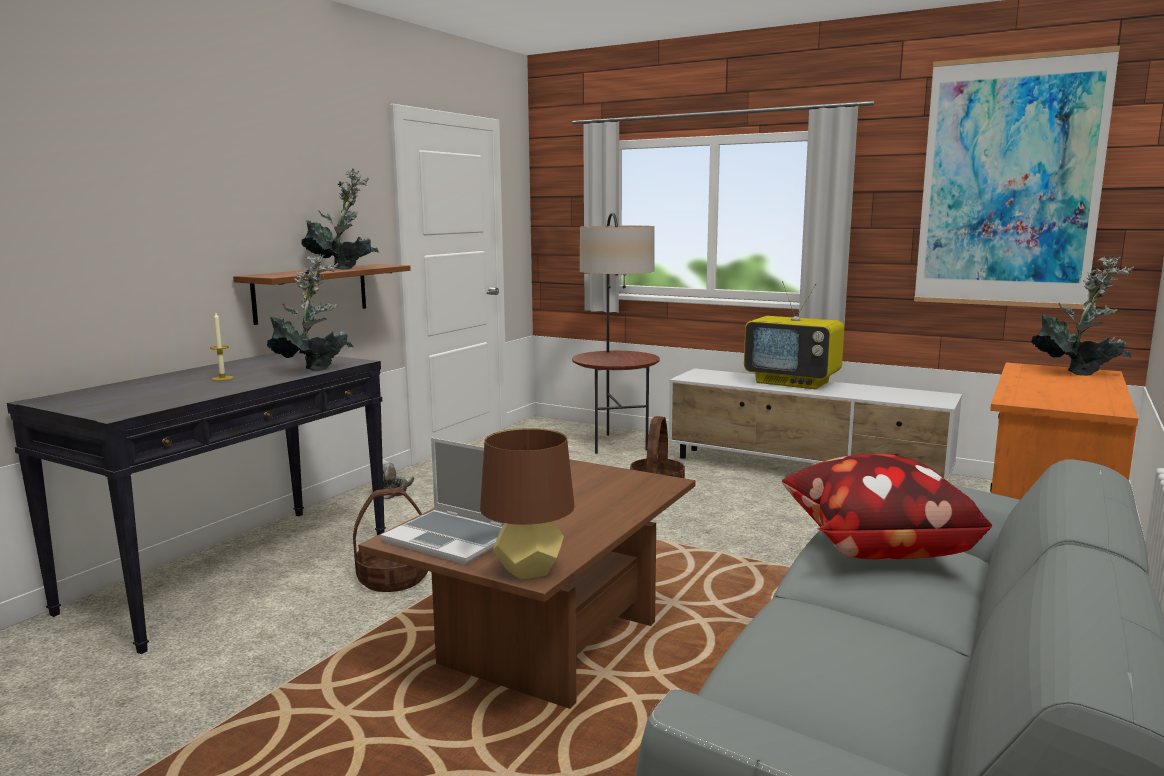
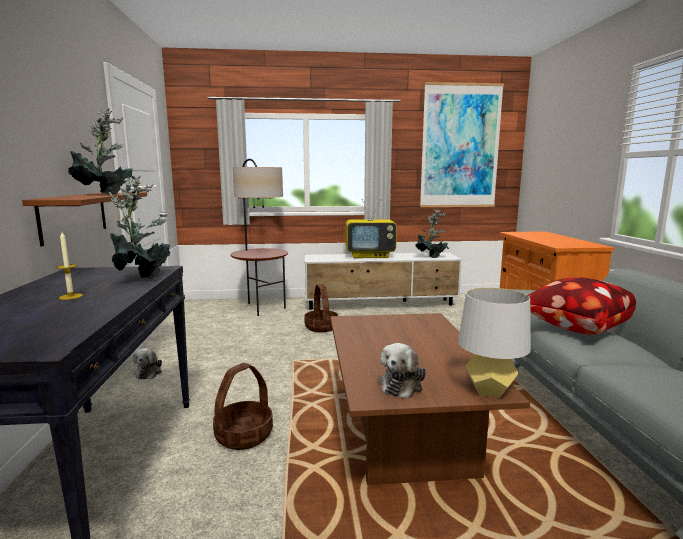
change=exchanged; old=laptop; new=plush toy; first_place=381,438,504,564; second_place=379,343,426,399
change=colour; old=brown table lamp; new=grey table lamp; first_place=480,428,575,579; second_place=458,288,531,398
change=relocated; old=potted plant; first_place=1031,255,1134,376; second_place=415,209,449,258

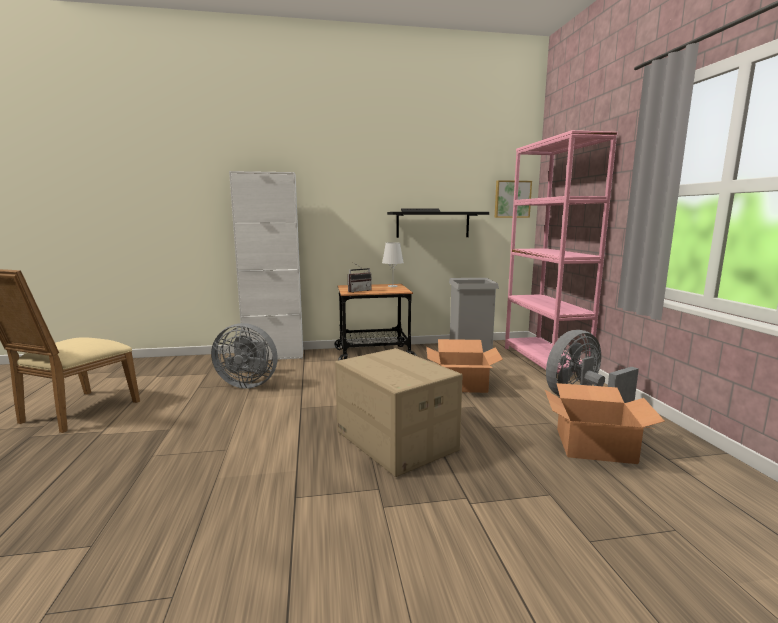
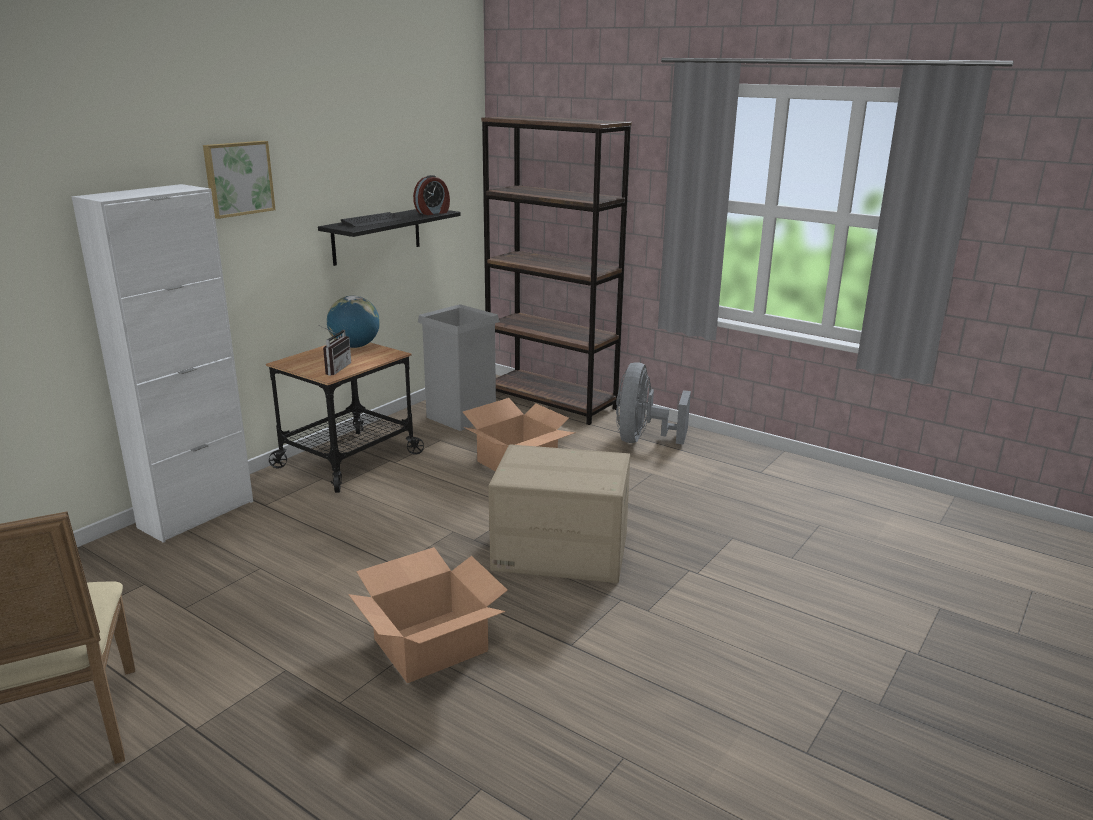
change=missing; old=grey fan; first_place=211,323,278,389
change=exchanged; old=white table lamp; new=globe; first_place=382,242,404,287; second_place=327,296,380,348
change=relocated; old=picture; first_place=495,180,532,218; second_place=203,141,276,219
change=colour; old=pink bookcase; new=brown bookcase; first_place=505,130,618,373; second_place=481,115,632,425
change=relocated; old=cardboard box; first_place=545,383,665,464; second_place=348,547,508,683
change=appeared; new=alarm clock; second_place=413,175,450,215

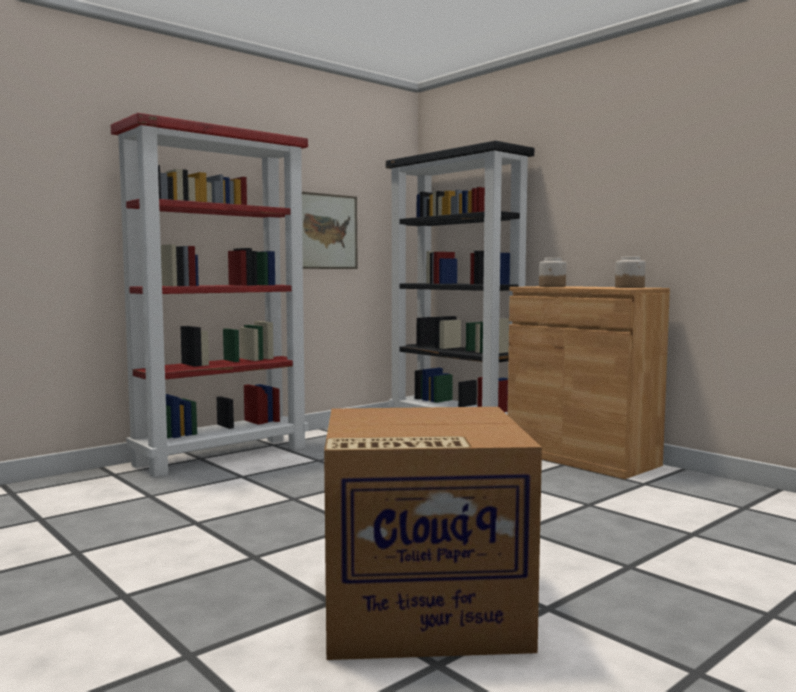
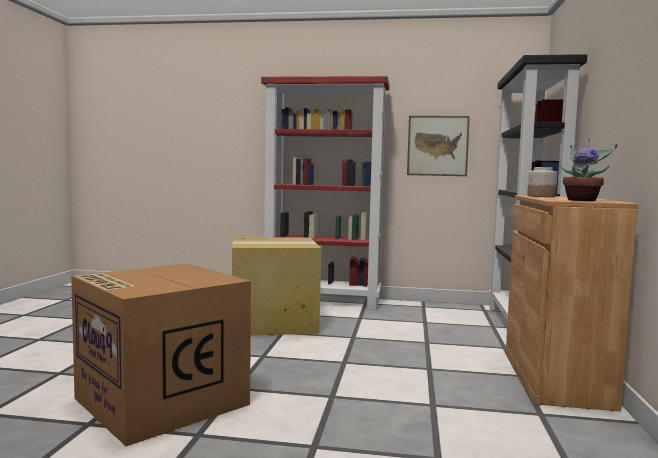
change=exchanged; old=jar; new=potted plant; first_place=615,257,645,288; second_place=560,139,617,201
change=appeared; new=cardboard box; second_place=232,237,321,335

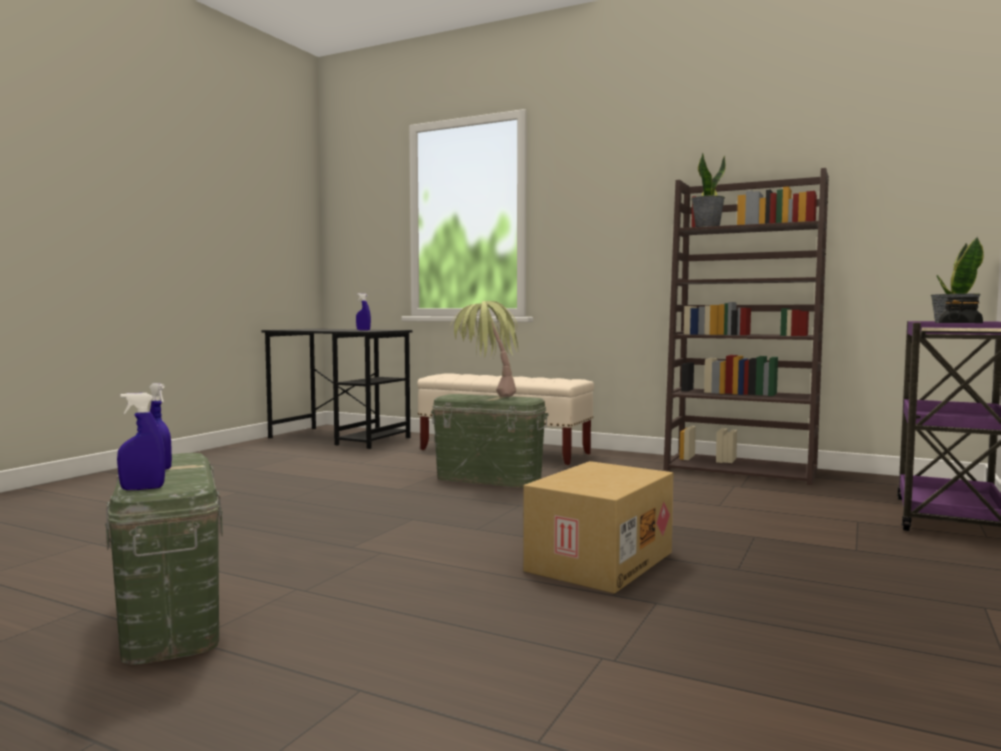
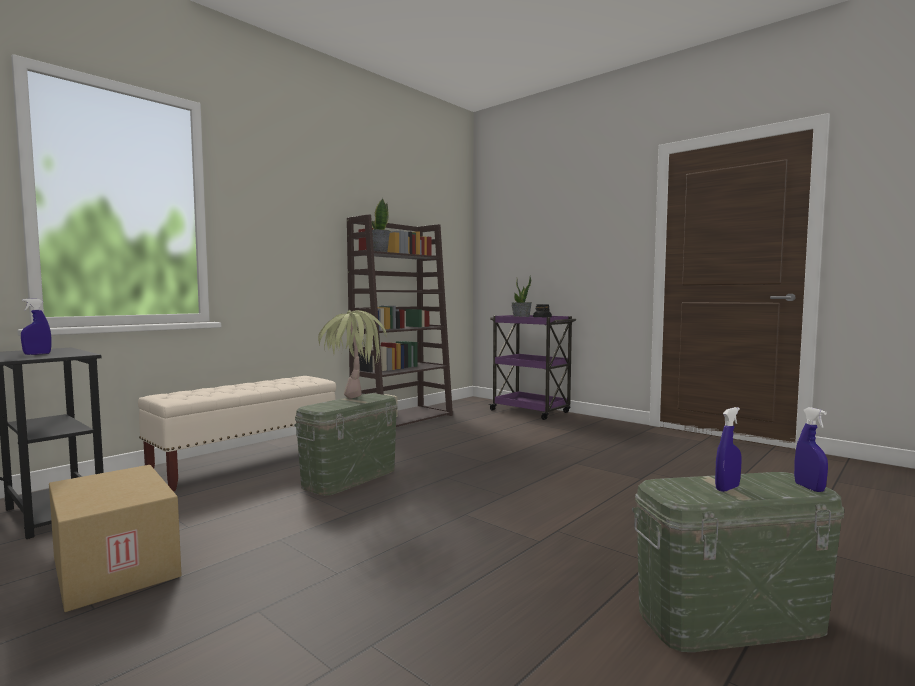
change=relocated; old=cardboard box; first_place=523,461,673,594; second_place=49,465,182,612

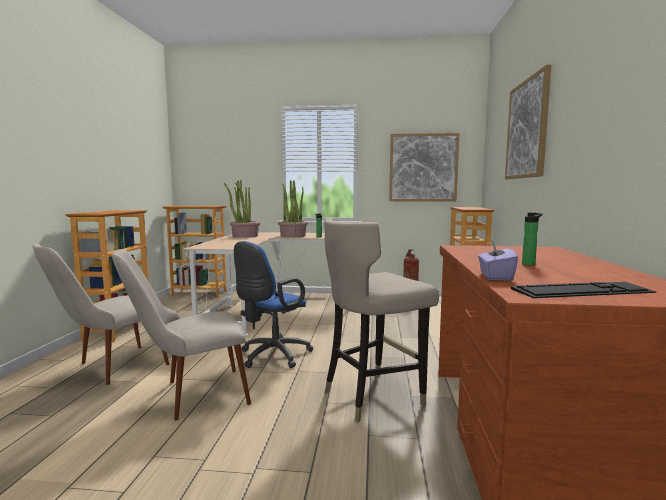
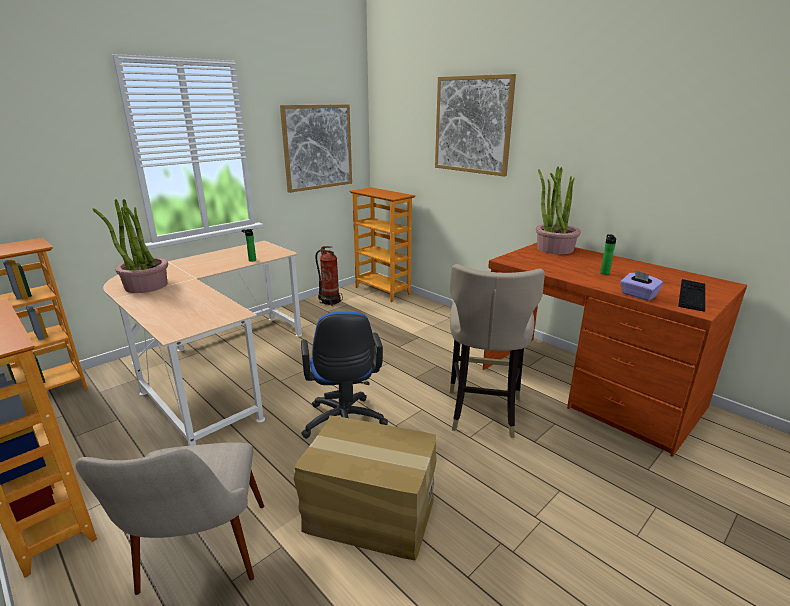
change=exchanged; old=beige chair; new=cardboard box; first_place=112,249,251,420; second_place=294,415,437,561
change=relocated; old=potted plant; first_place=278,180,308,238; second_place=536,166,581,254

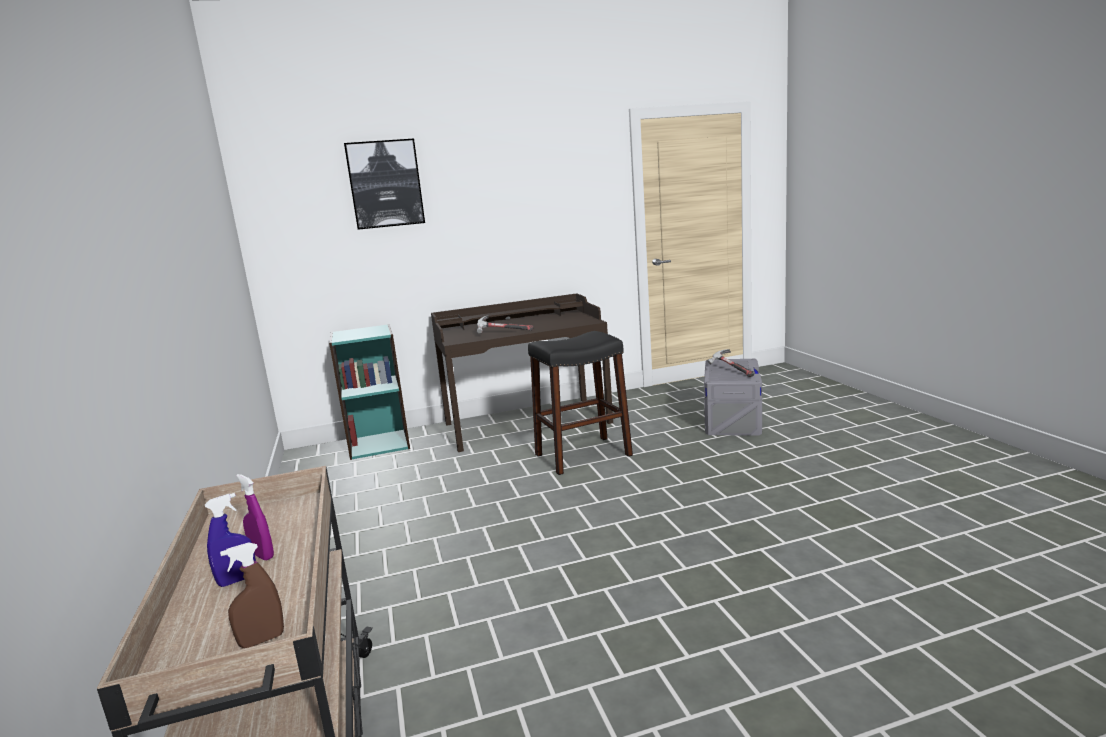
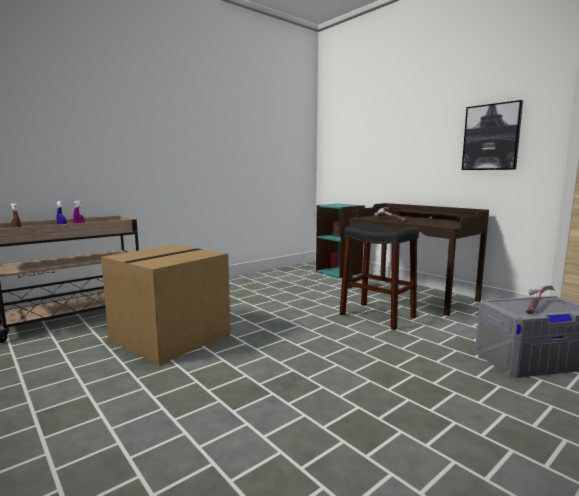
change=relocated; old=picture; first_place=344,138,425,230; second_place=462,100,523,170
change=appeared; new=cardboard box; second_place=101,245,231,365

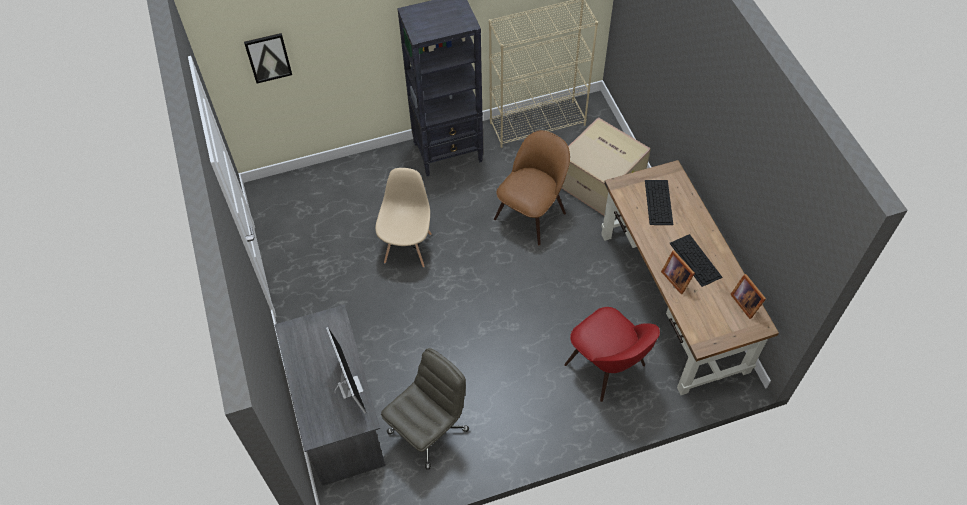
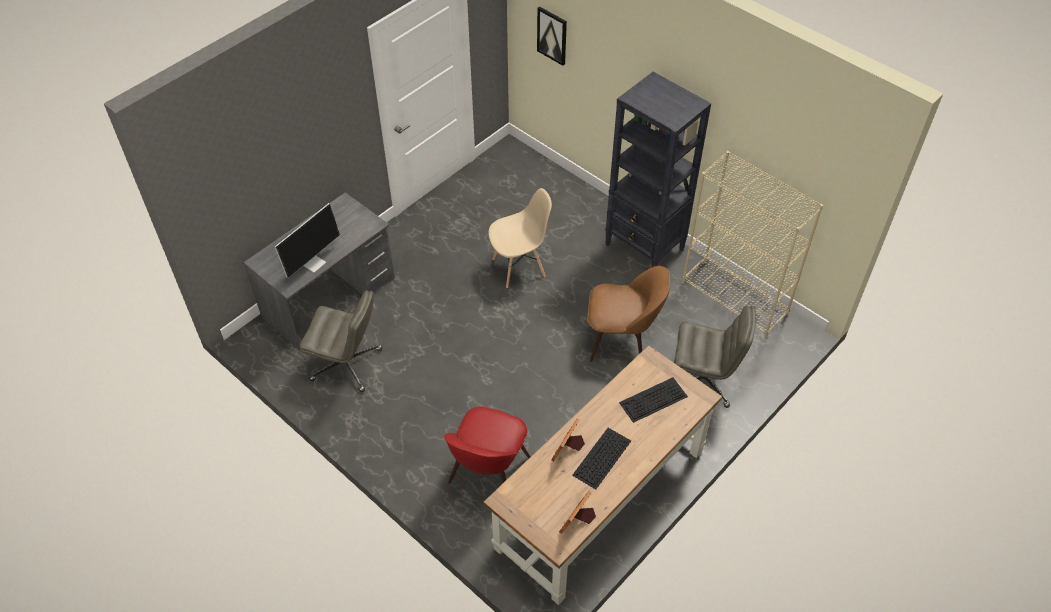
change=exchanged; old=cardboard box; new=grey office chair; first_place=562,117,651,216; second_place=674,305,756,408

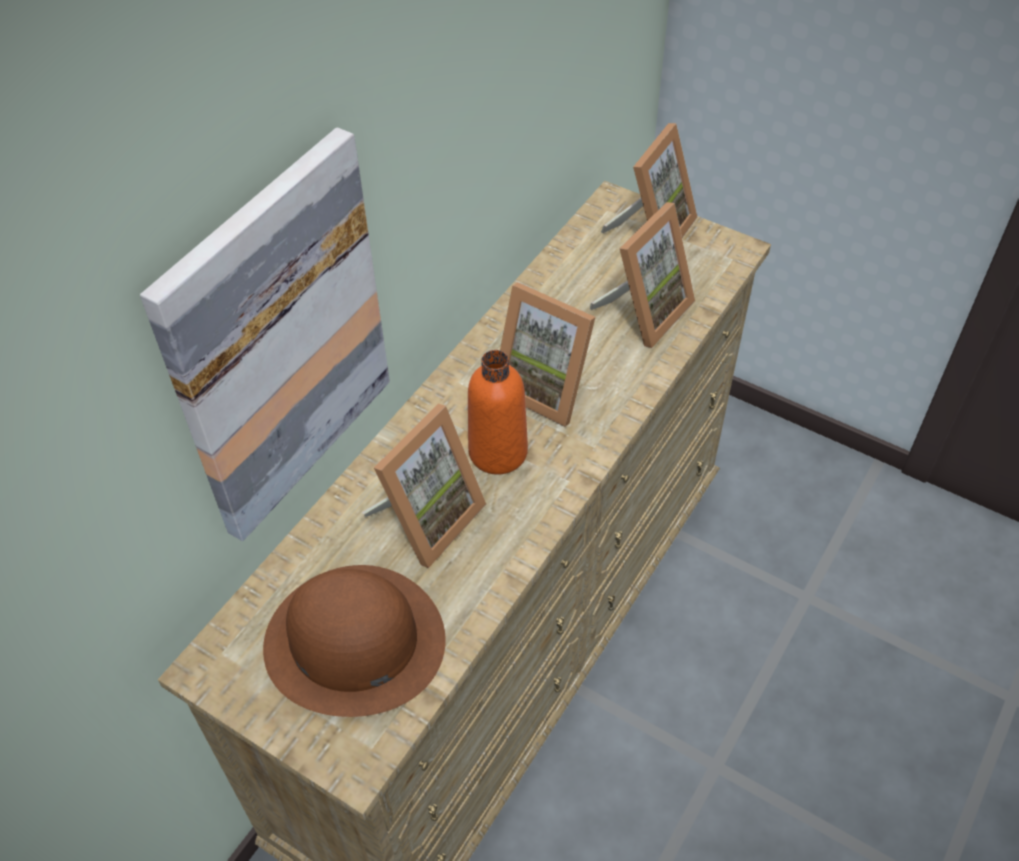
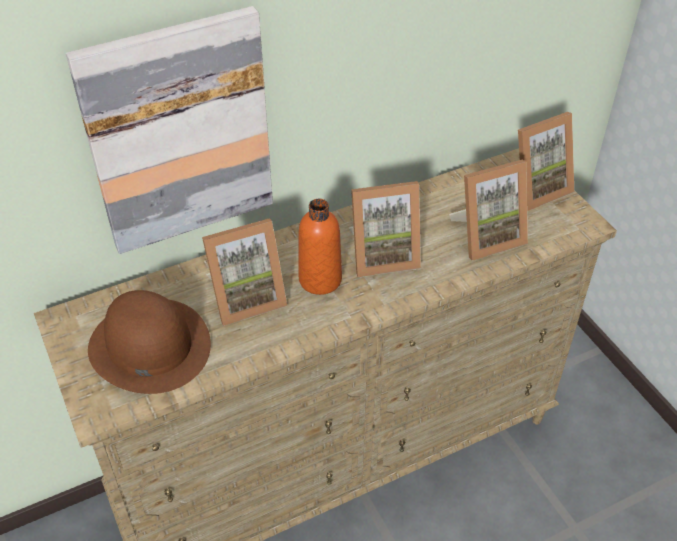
change=spun; old=picture frame; first_place=500,282,595,427; second_place=349,181,421,277; degrees=-75

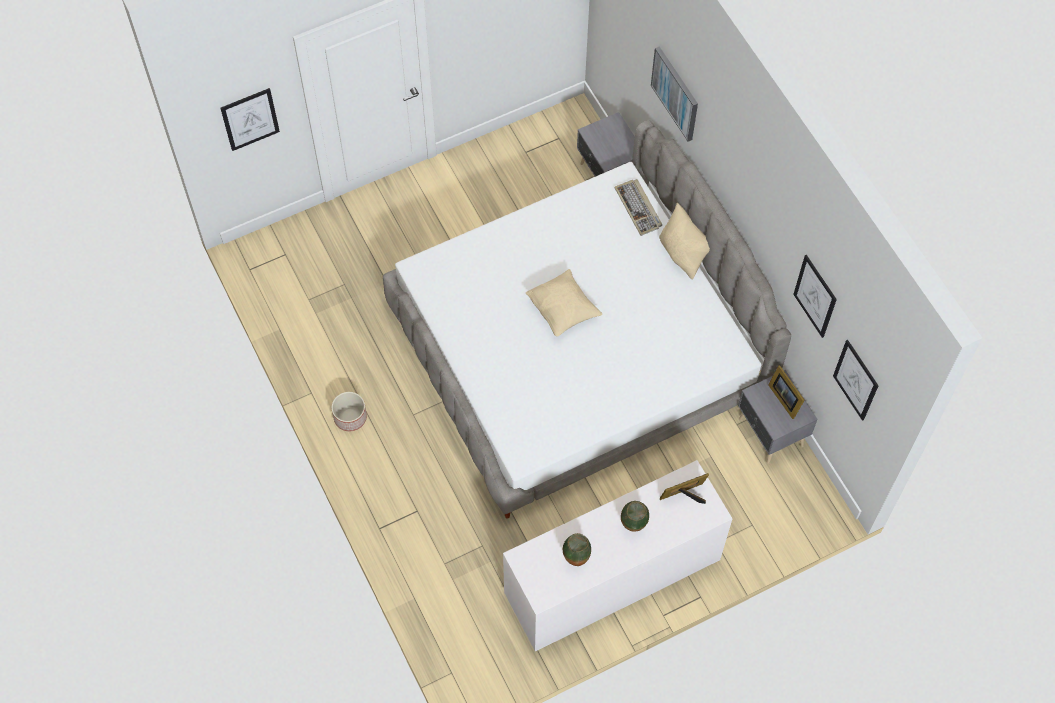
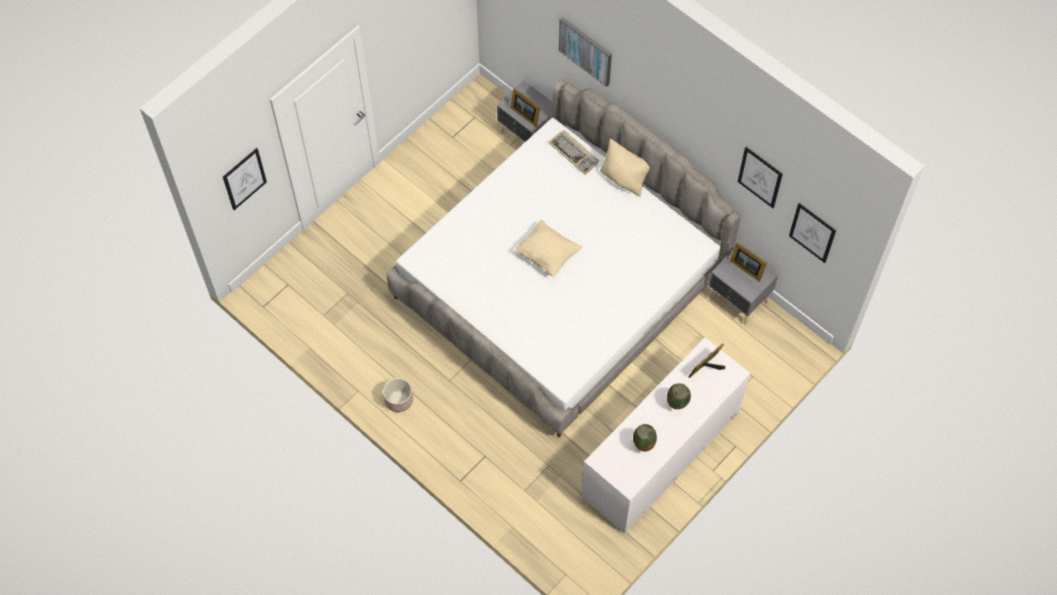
change=appeared; new=picture frame; second_place=510,88,541,127

